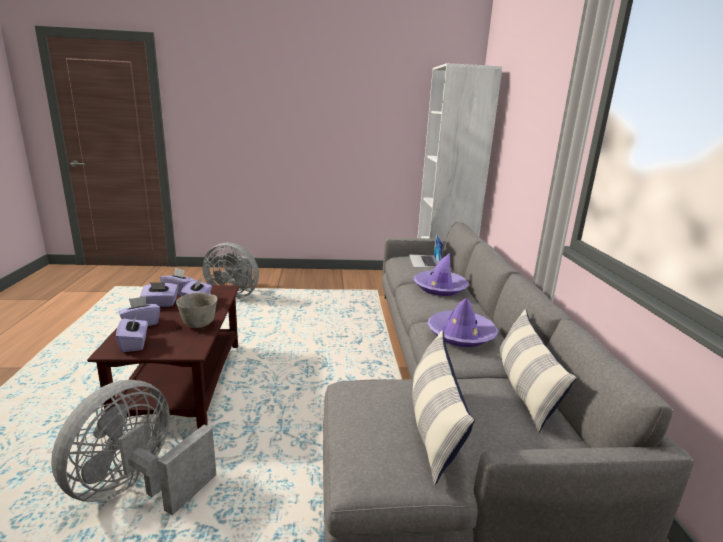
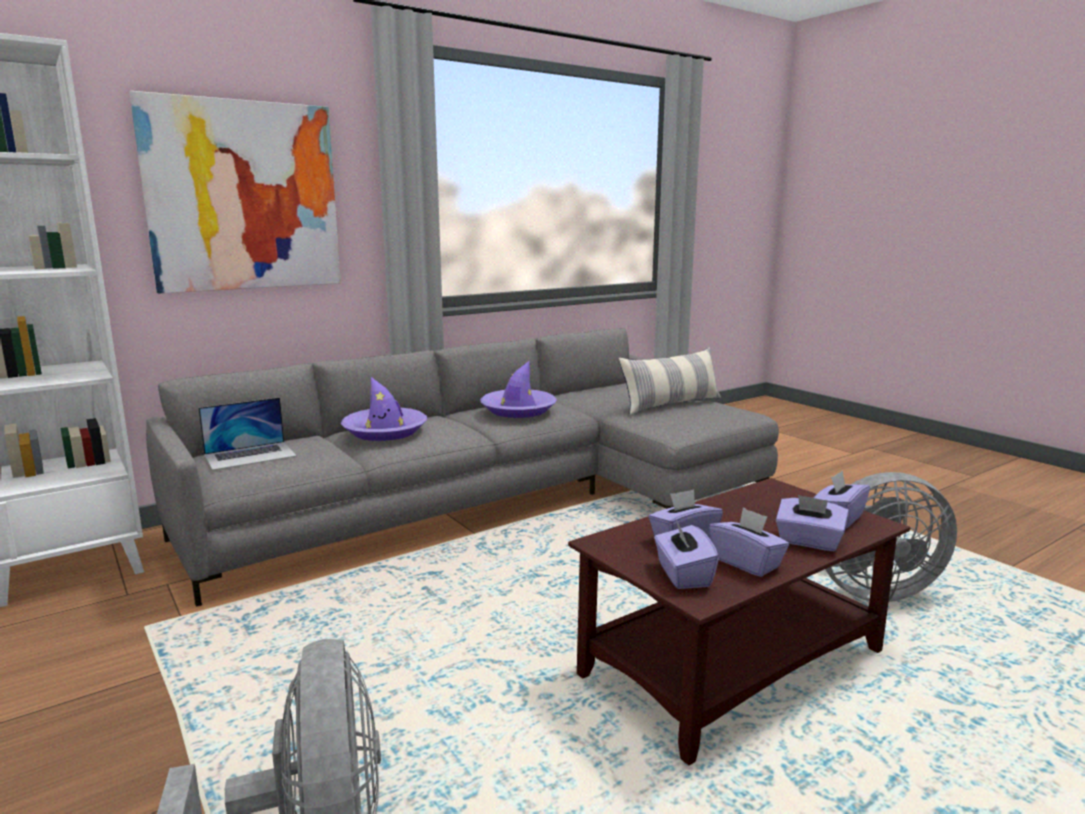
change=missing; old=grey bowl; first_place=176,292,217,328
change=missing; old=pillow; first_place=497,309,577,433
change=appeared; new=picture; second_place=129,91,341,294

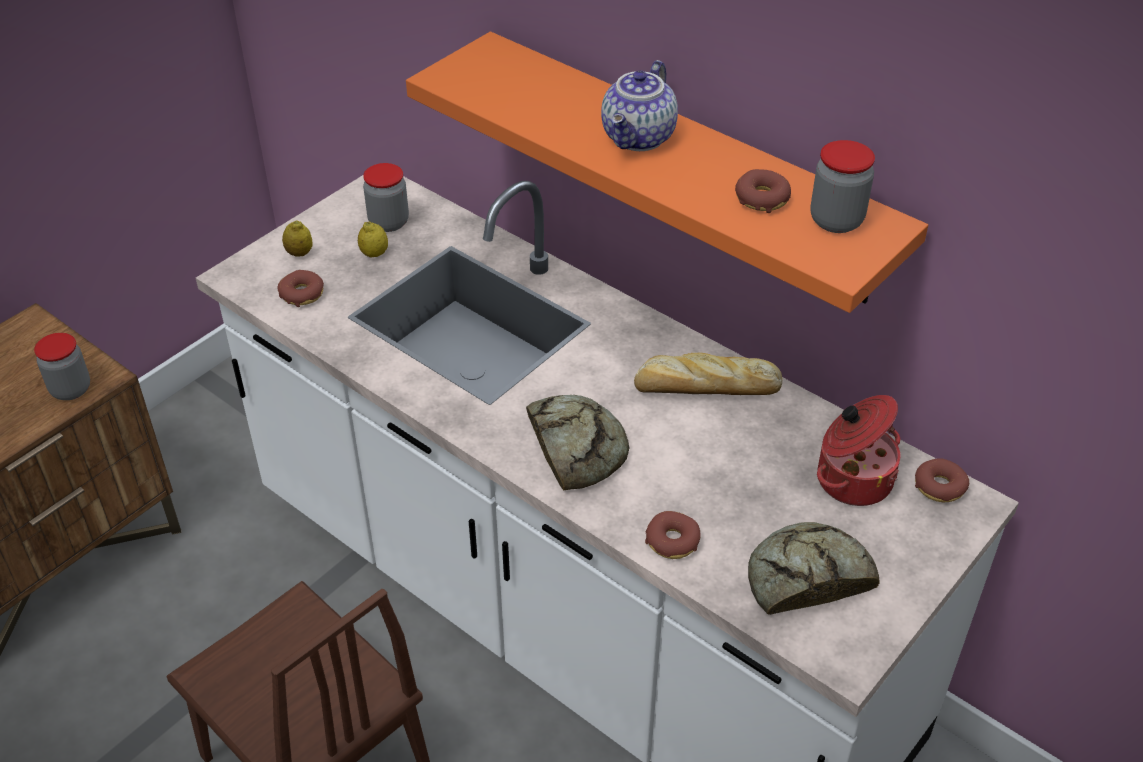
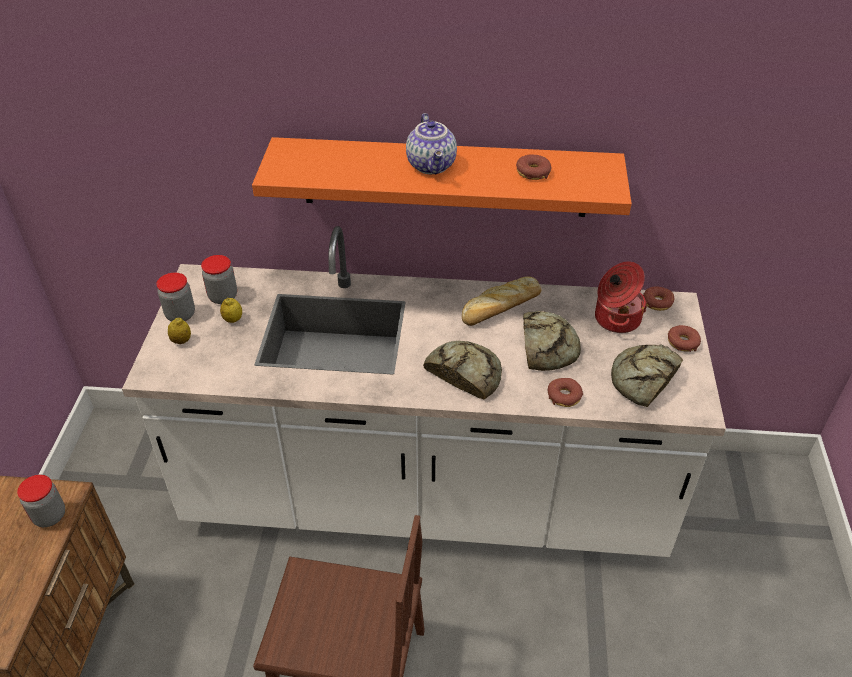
change=relocated; old=donut; first_place=278,270,324,307; second_place=668,325,701,352
change=relocated; old=jar; first_place=810,140,875,233; second_place=157,273,195,321
change=appeared; new=bread; second_place=523,311,581,371

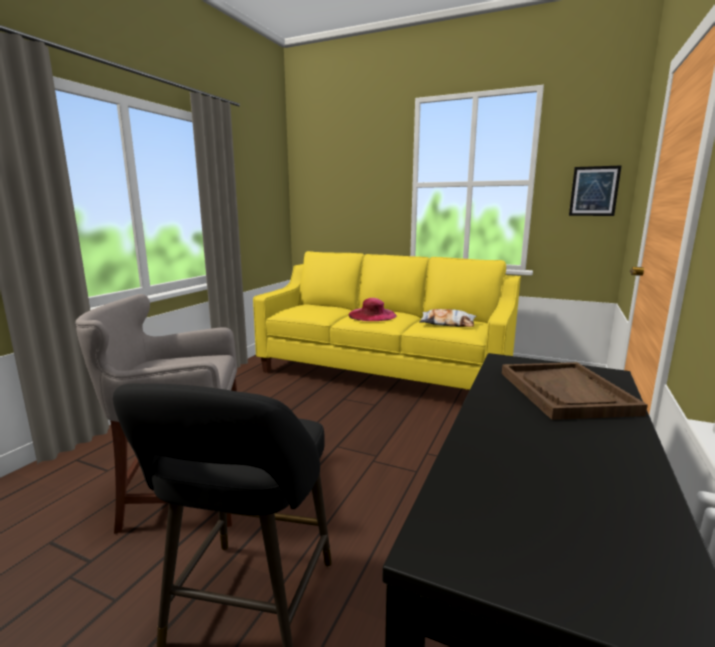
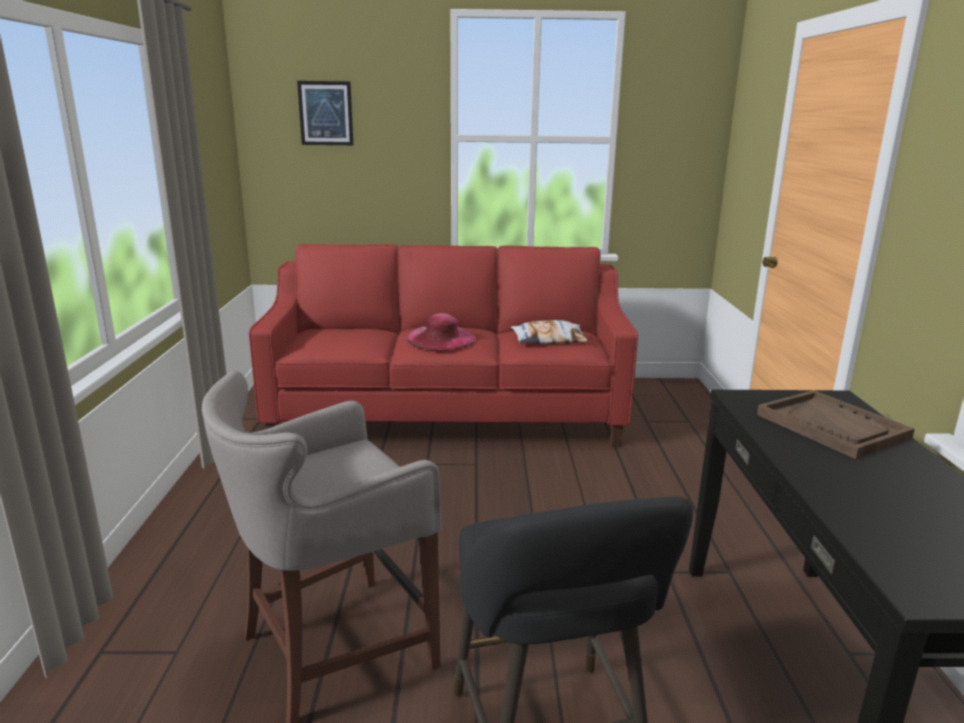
change=colour; old=yellow sofa; new=red sofa; first_place=253,251,521,390; second_place=249,244,638,447
change=relocated; old=picture; first_place=569,165,622,216; second_place=297,81,353,145

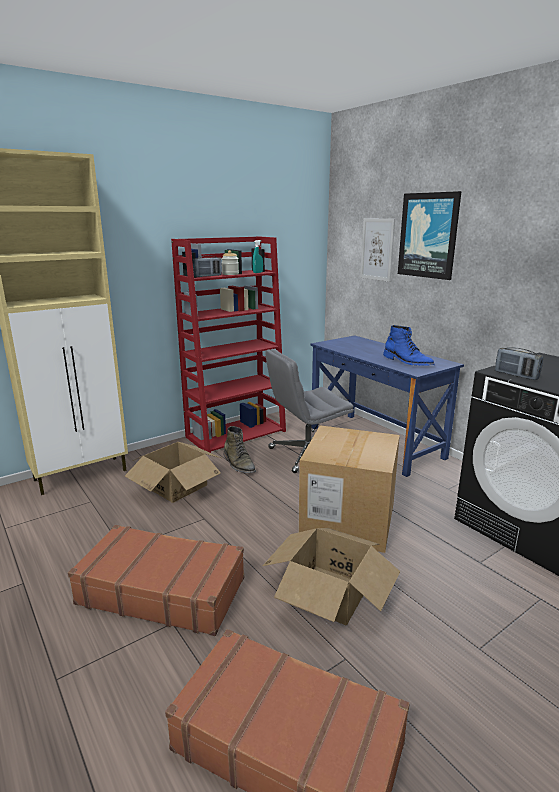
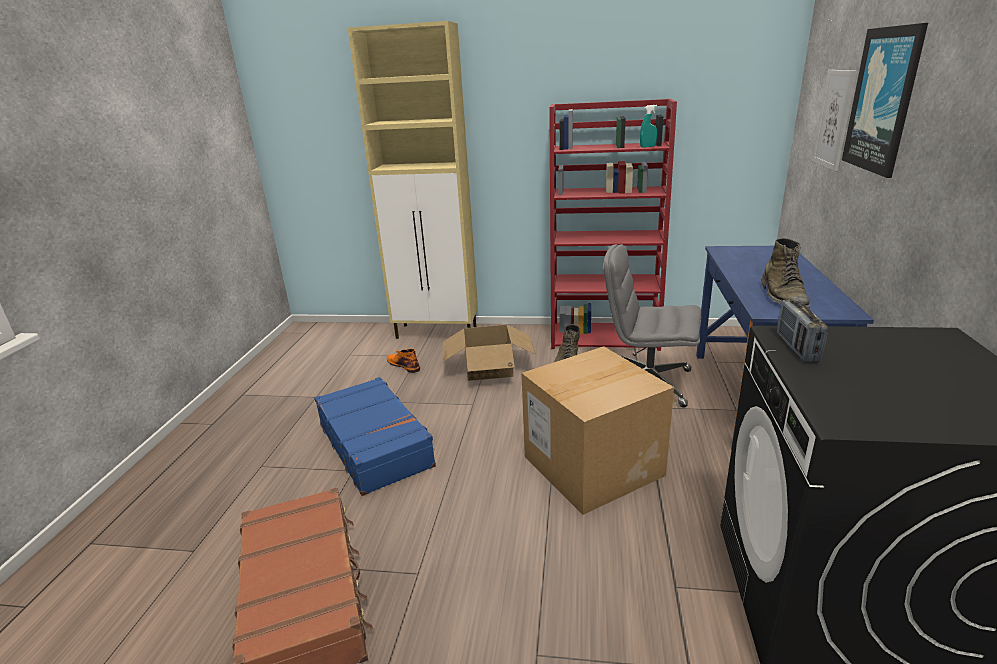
change=colour; old=brown suitcase; new=blue suitcase; first_place=68,525,244,636; second_place=315,377,436,496
change=missing; old=radio; first_place=193,255,222,277
change=missing; old=jar; first_place=221,250,239,275
change=missing; old=cardboard box; first_place=263,528,400,625
change=colour; old=blue boot; new=green boot; first_place=383,325,435,366; second_place=761,238,810,308
change=appeared; new=orange boot; second_place=387,349,420,373

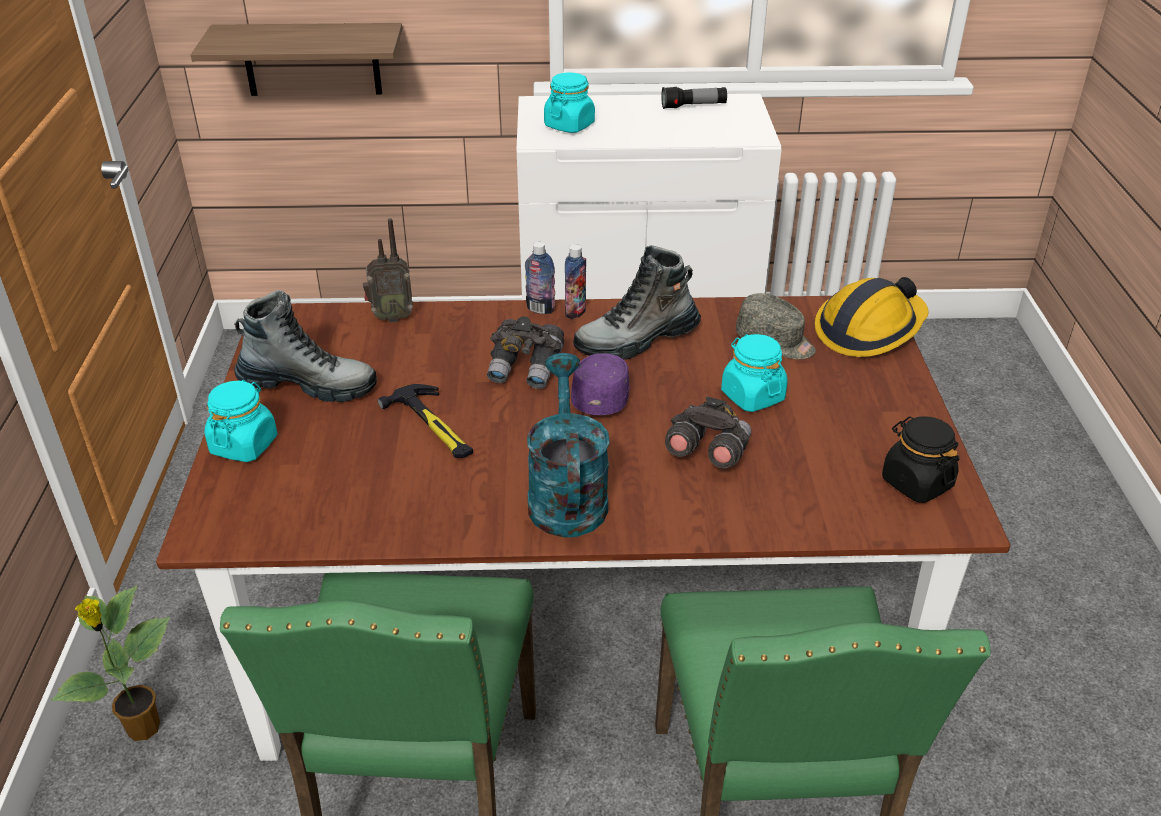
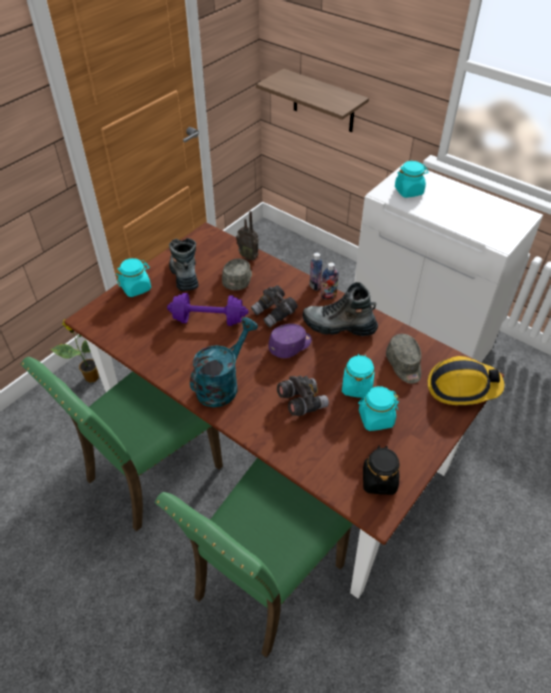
change=spun; old=boot; first_place=234,290,377,402; second_place=169,238,199,291; degrees=-150
change=exchanged; old=hammer; new=purple dumbbell; first_place=378,384,473,458; second_place=167,293,248,326
change=missing; old=flashlight; first_place=661,87,727,109
change=appeared; new=grey cap; second_place=222,259,252,290
change=appeared; new=turquoise jar; second_place=358,386,399,431

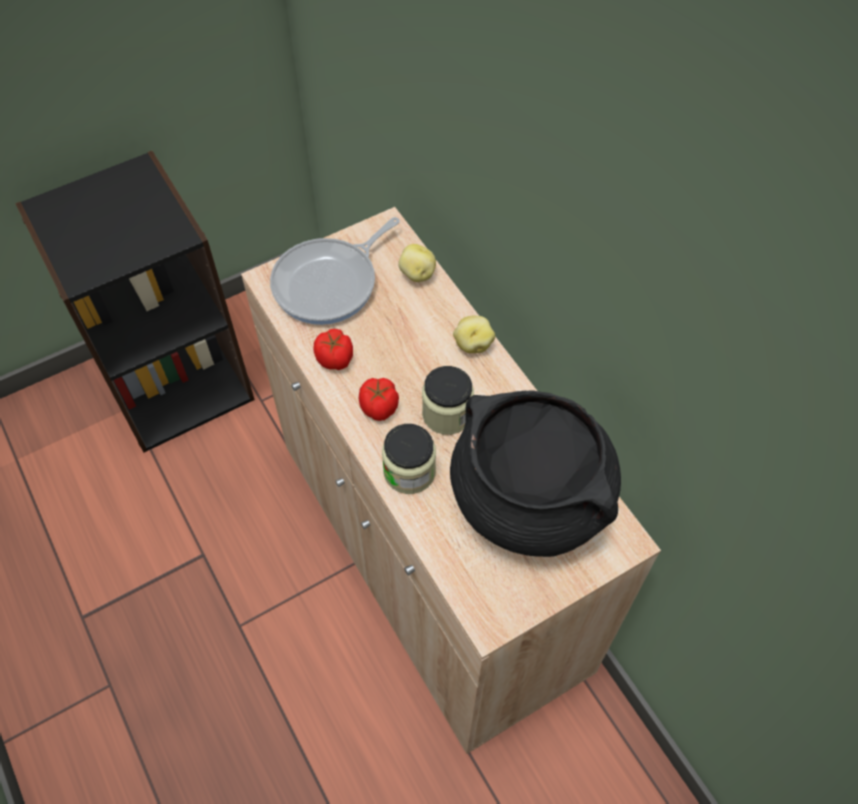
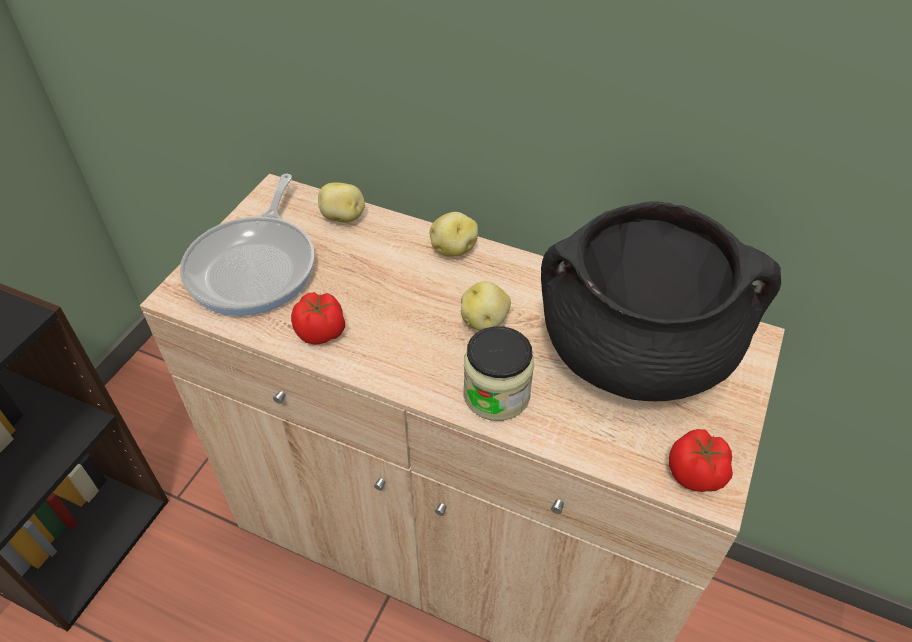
change=relocated; old=tomato; first_place=359,378,399,421; second_place=669,429,733,492
change=exchanged; old=jar; new=potato; first_place=422,366,474,435; second_place=461,281,511,331

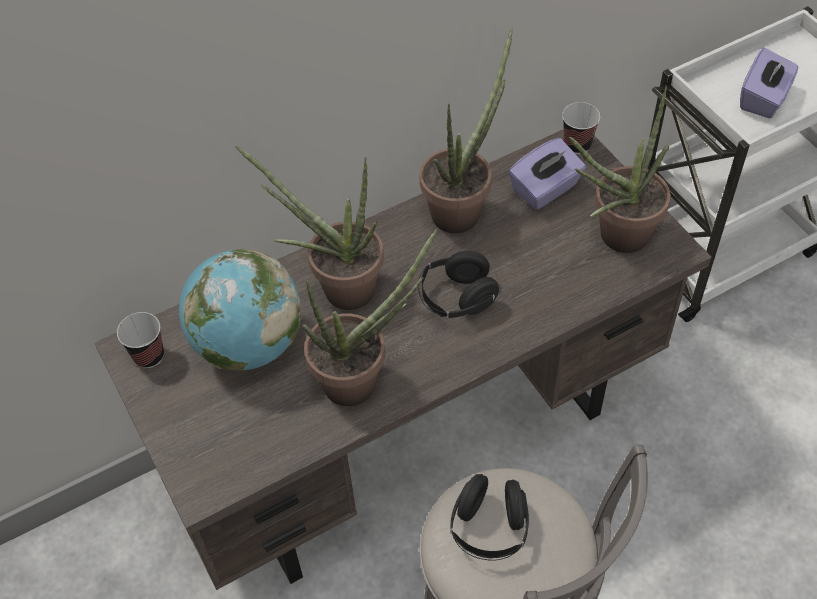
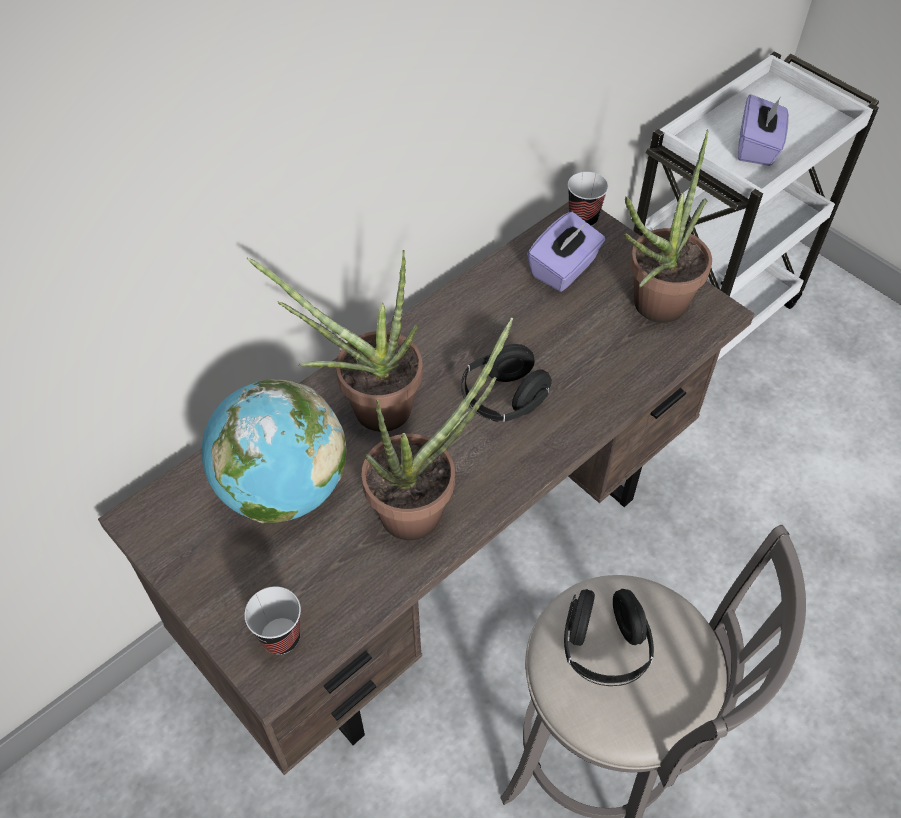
change=relocated; old=cup; first_place=117,312,164,368; second_place=244,586,301,655
change=missing; old=potted plant; first_place=420,27,513,233

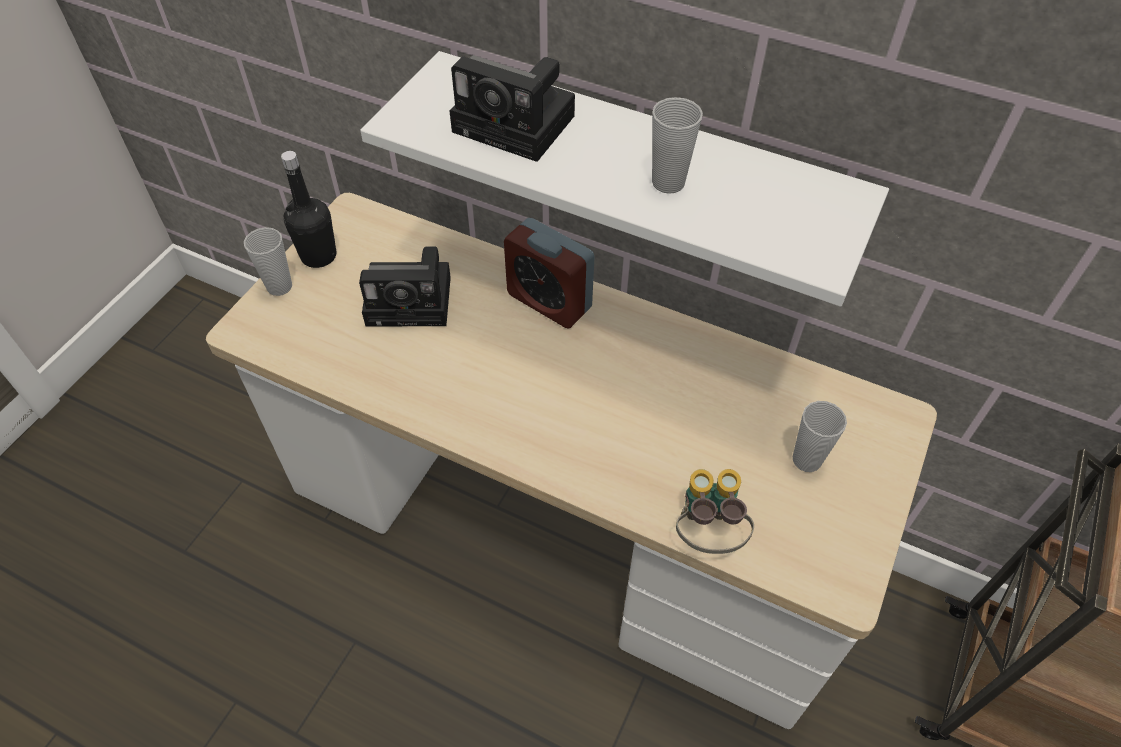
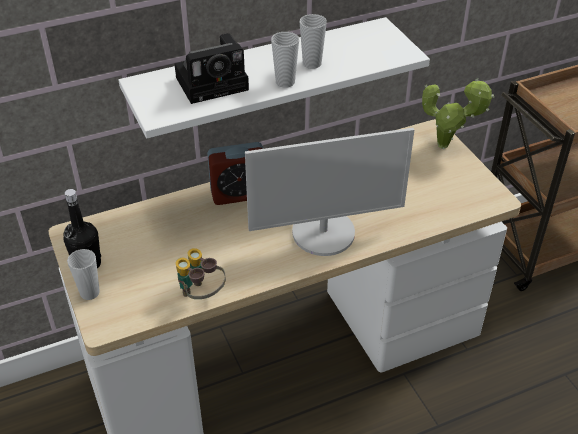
change=missing; old=photo camera; first_place=359,246,451,327
change=relocated; old=binoculars; first_place=676,469,754,554; second_place=176,248,226,299
change=relocated; old=cup; first_place=793,401,847,472; second_place=271,32,299,88
change=appeared; new=monitor; second_place=245,128,414,256
change=appeared; new=potted plant; second_place=422,78,494,149

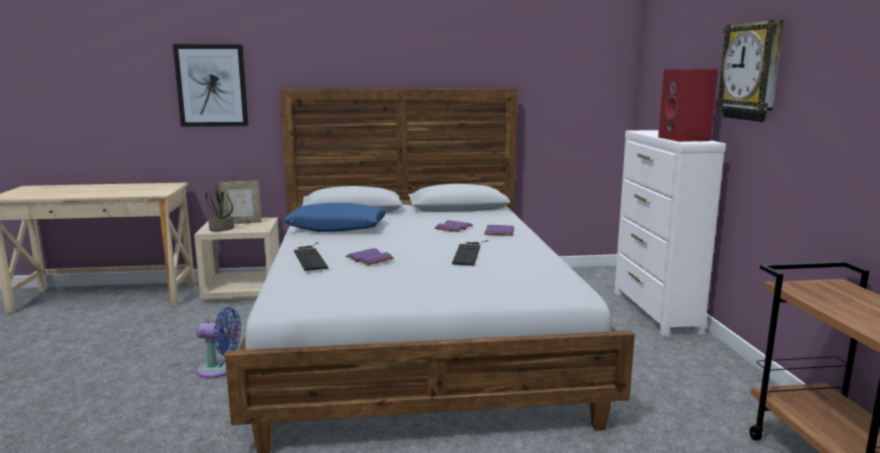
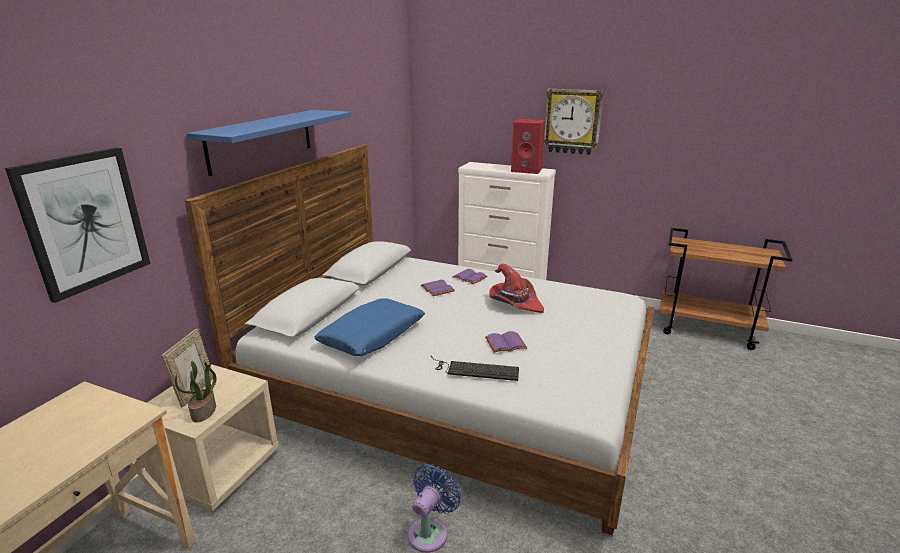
change=exchanged; old=keyboard; new=red hat; first_place=452,240,488,265; second_place=489,264,544,313
change=appeared; new=blue shelf; second_place=186,110,351,176

